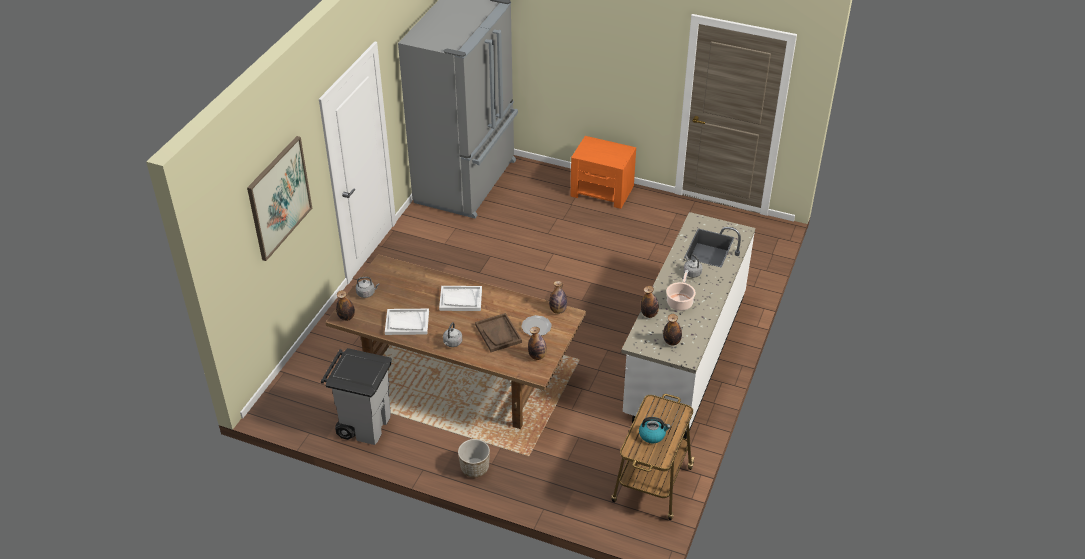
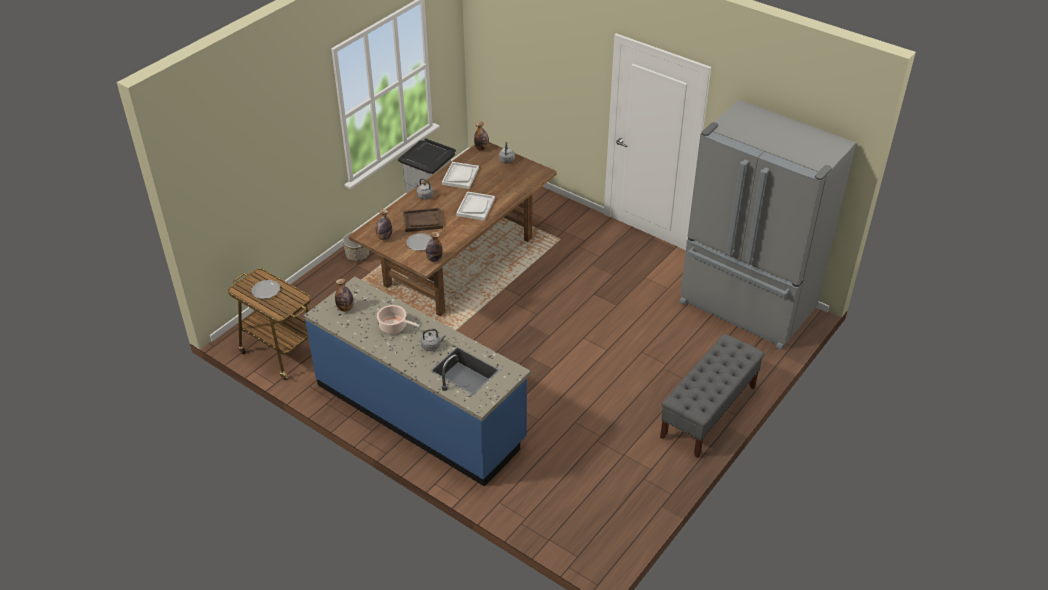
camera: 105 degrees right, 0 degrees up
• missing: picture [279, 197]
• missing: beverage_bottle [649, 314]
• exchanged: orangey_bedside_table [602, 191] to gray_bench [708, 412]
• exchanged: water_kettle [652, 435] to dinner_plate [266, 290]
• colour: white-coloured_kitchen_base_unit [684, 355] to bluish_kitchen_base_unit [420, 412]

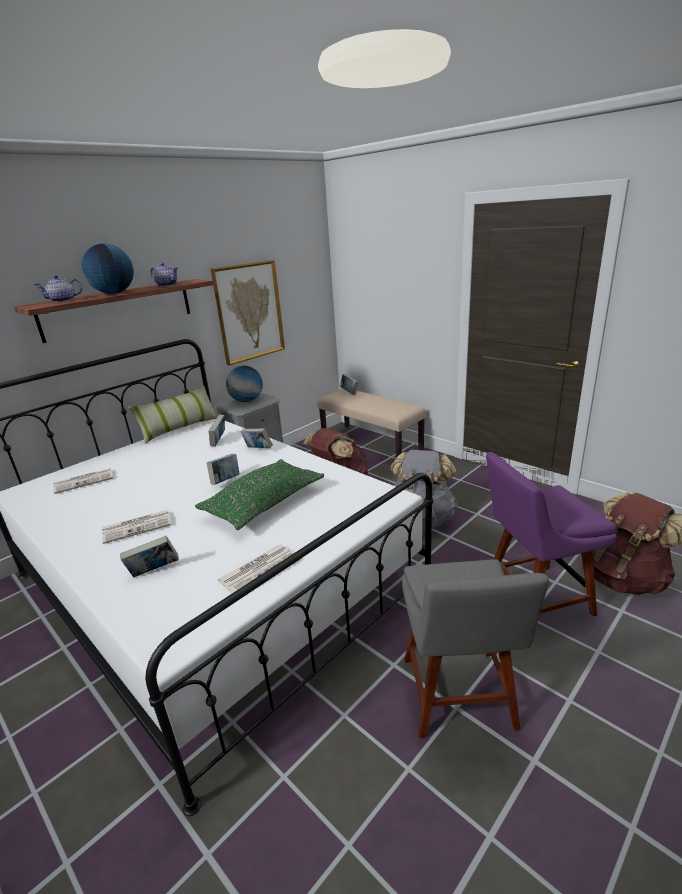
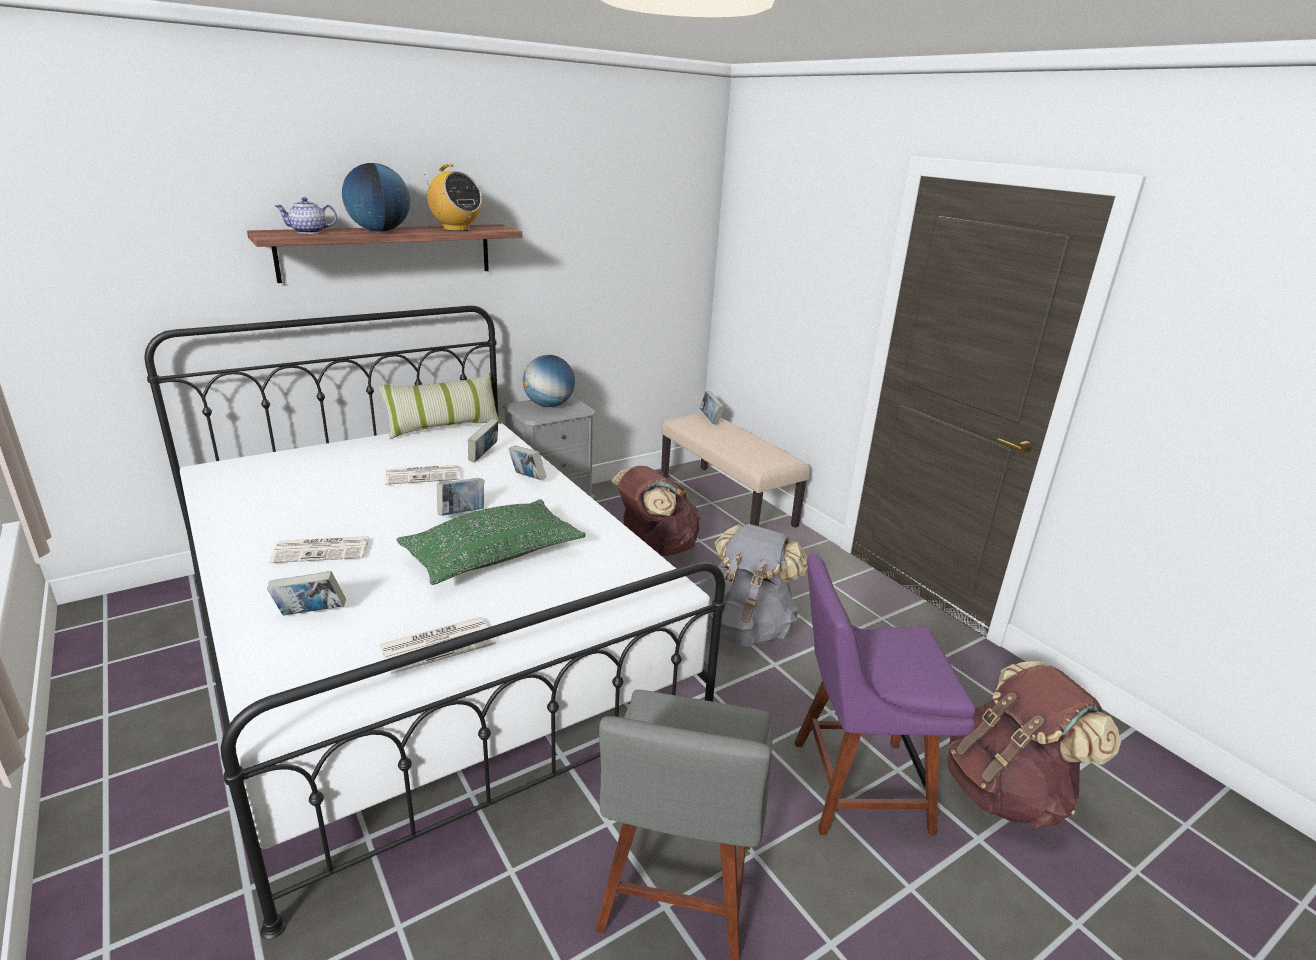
camera: 10 degrees right, 0 degrees up
• missing: picture [249, 312]
• relocated: newspaper [85, 481] to [424, 475]
• exchanged: tea_pot [167, 285] to radio [456, 229]

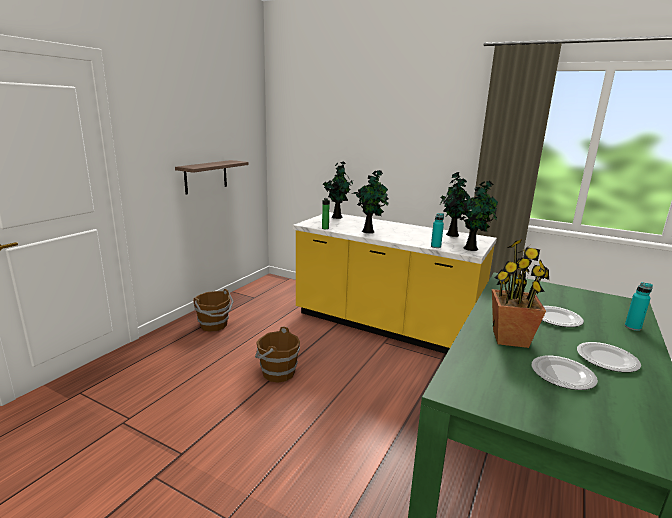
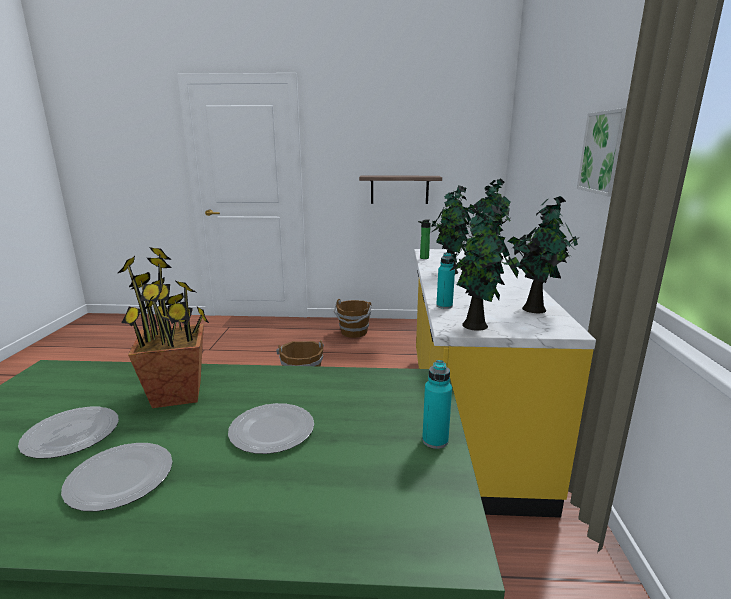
camera: 65 degrees right, 0 degrees up
• appeared: picture [607, 152]
• relocated: turquoise-coloured_beverage_bottle [632, 327] to [435, 440]

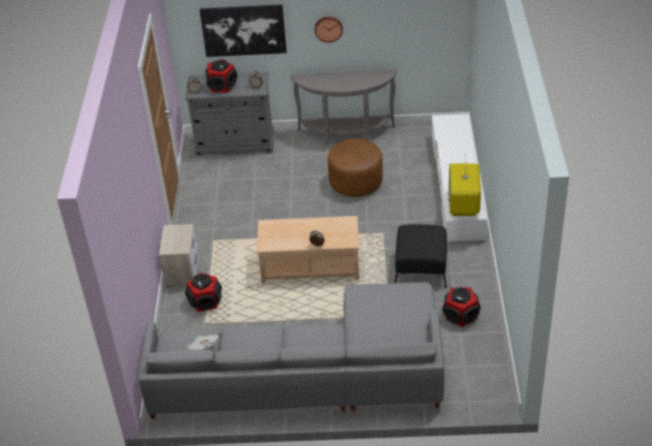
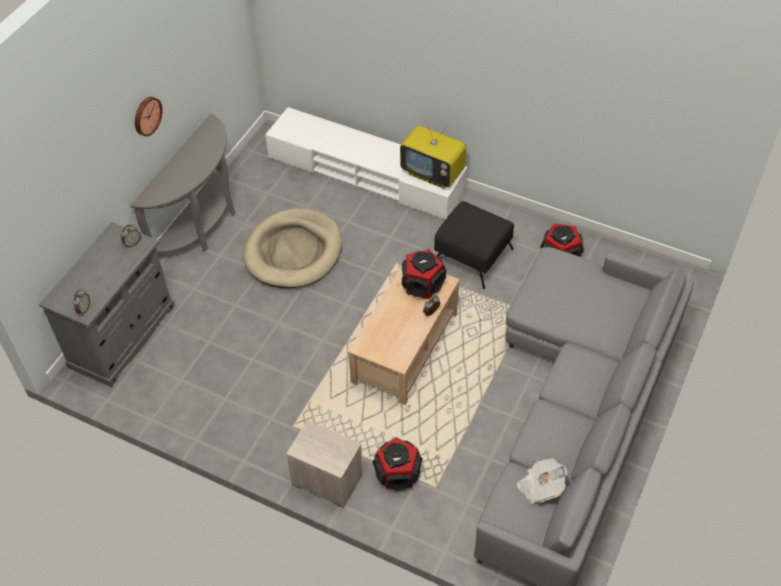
camera: 65 degrees left, 10 degrees up
• missing: picture [243, 30]
• relocated: audio_speaker [221, 86] to [421, 284]
• exchanged: brown-coloured_ottoman [356, 182] to sand-coloured_dog_cushion [294, 252]

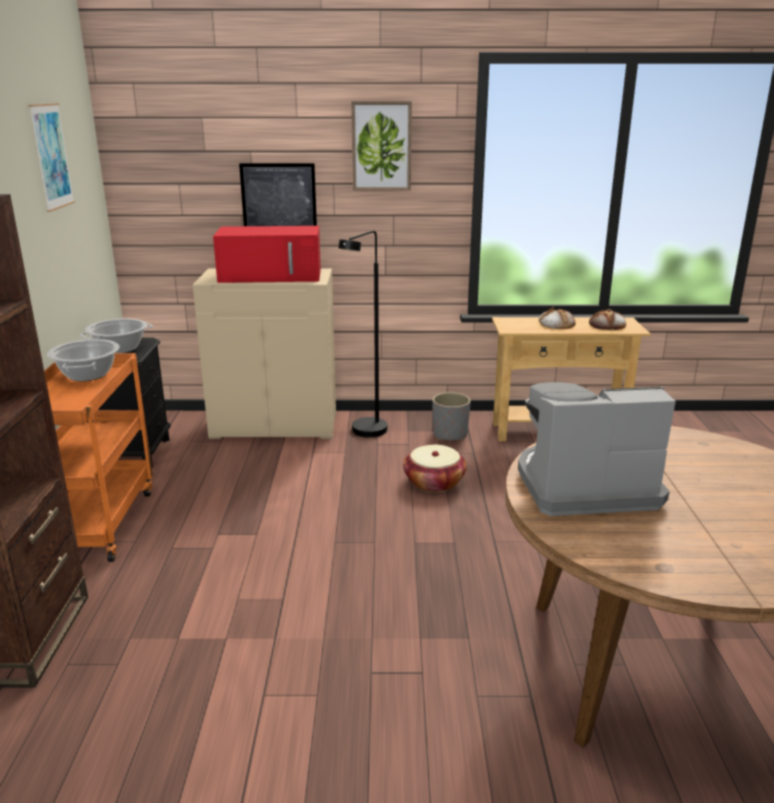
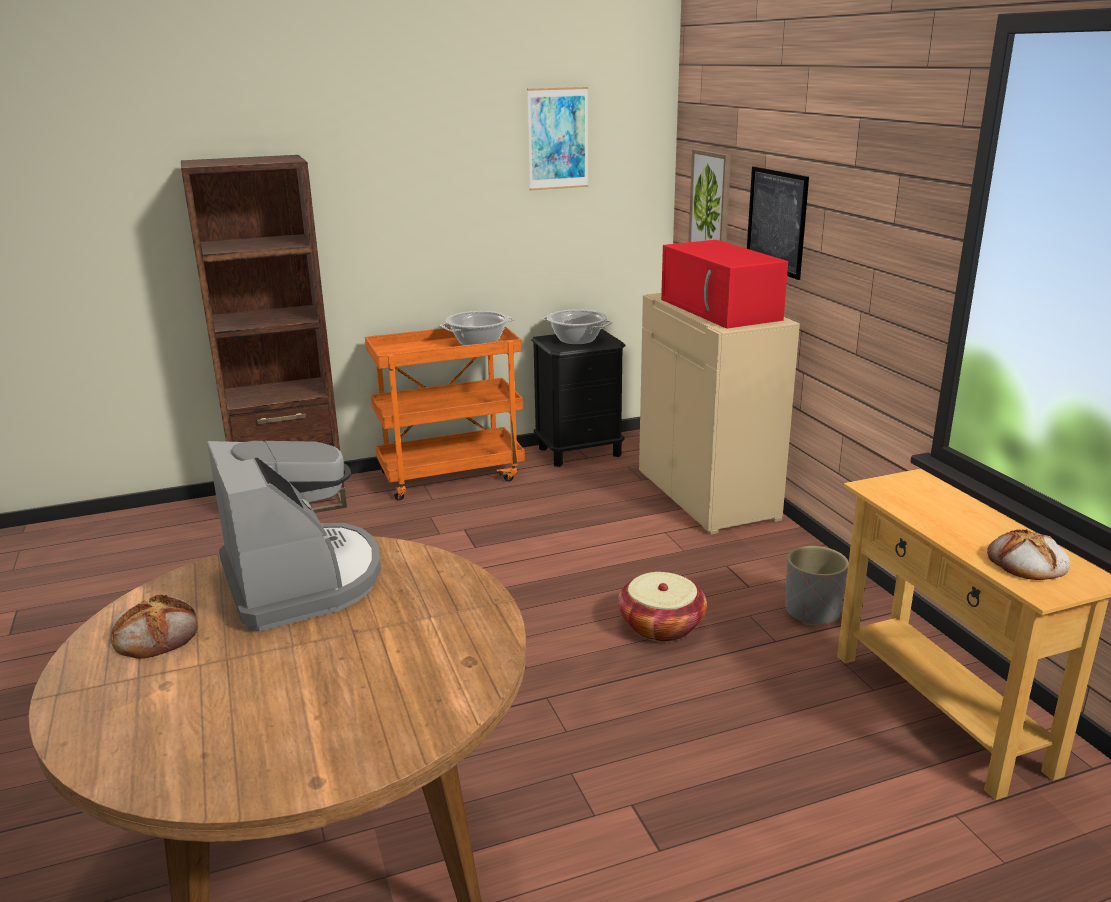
camera: 70 degrees right, 0 degrees up
• missing: black_floor_lamp [366, 434]
• relocated: picture [381, 146] to [711, 202]
• relocated: bread [556, 323] to [156, 633]

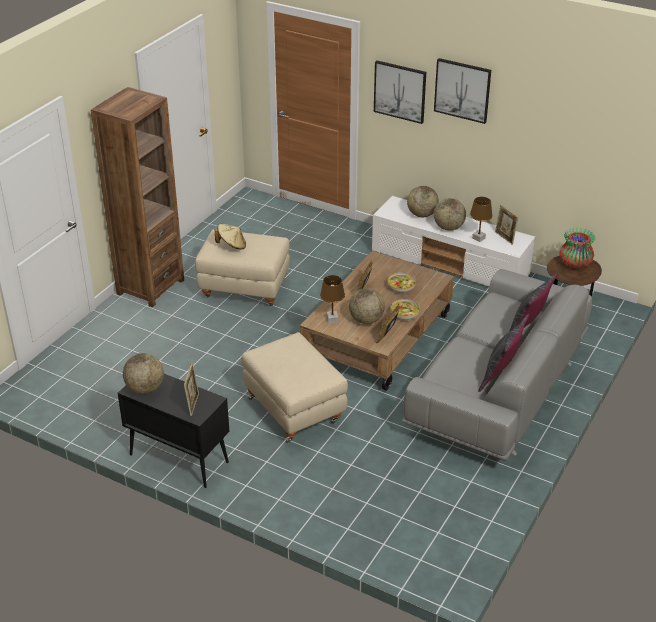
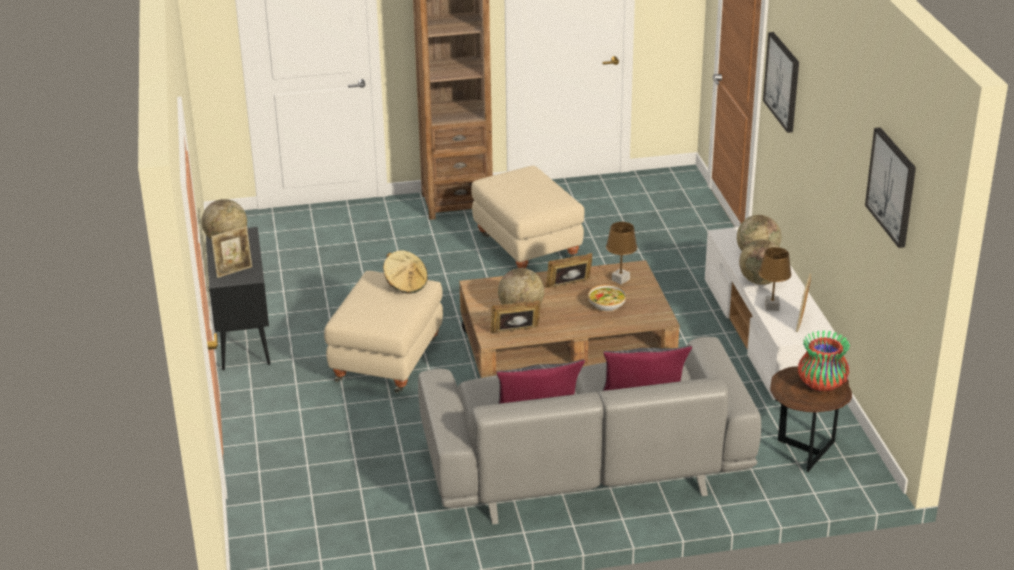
camera: 50 degrees right, 5 degrees down
• missing: deep_dish [404, 314]
• relocated: sand-coloured_clothing_hat [232, 245] to [406, 284]
• relocated: brown-coloured_lamp_for_a_table [332, 319] to [620, 279]
• relocated: picture [462, 90] to [892, 186]

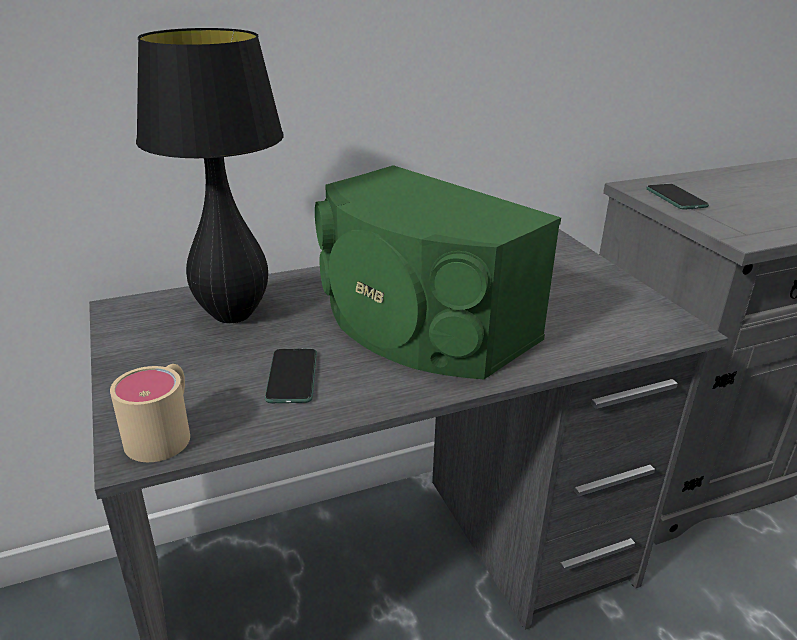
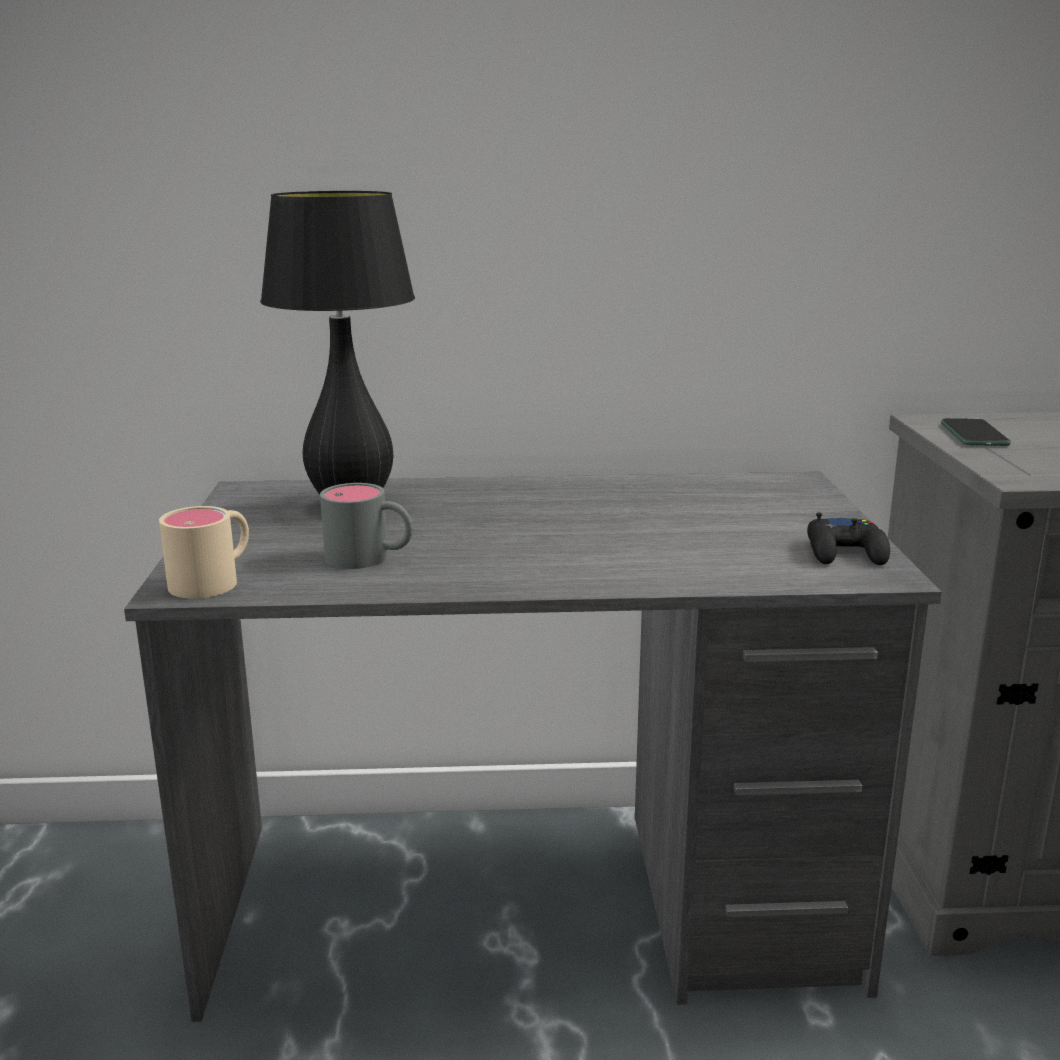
camera: 20 degrees right, 10 degrees down
• missing: green-coloured_audio_speaker [420, 325]
• appeared: black_joypad [846, 552]
• exchanged: phone [292, 377] to gray_tea_mug [370, 558]

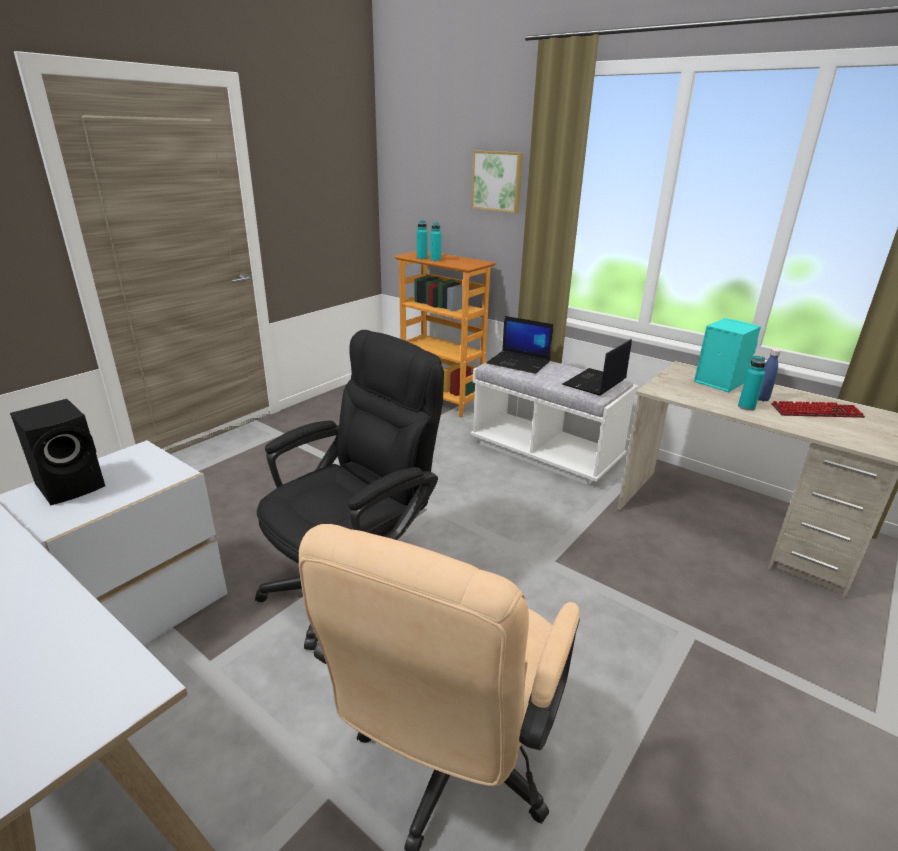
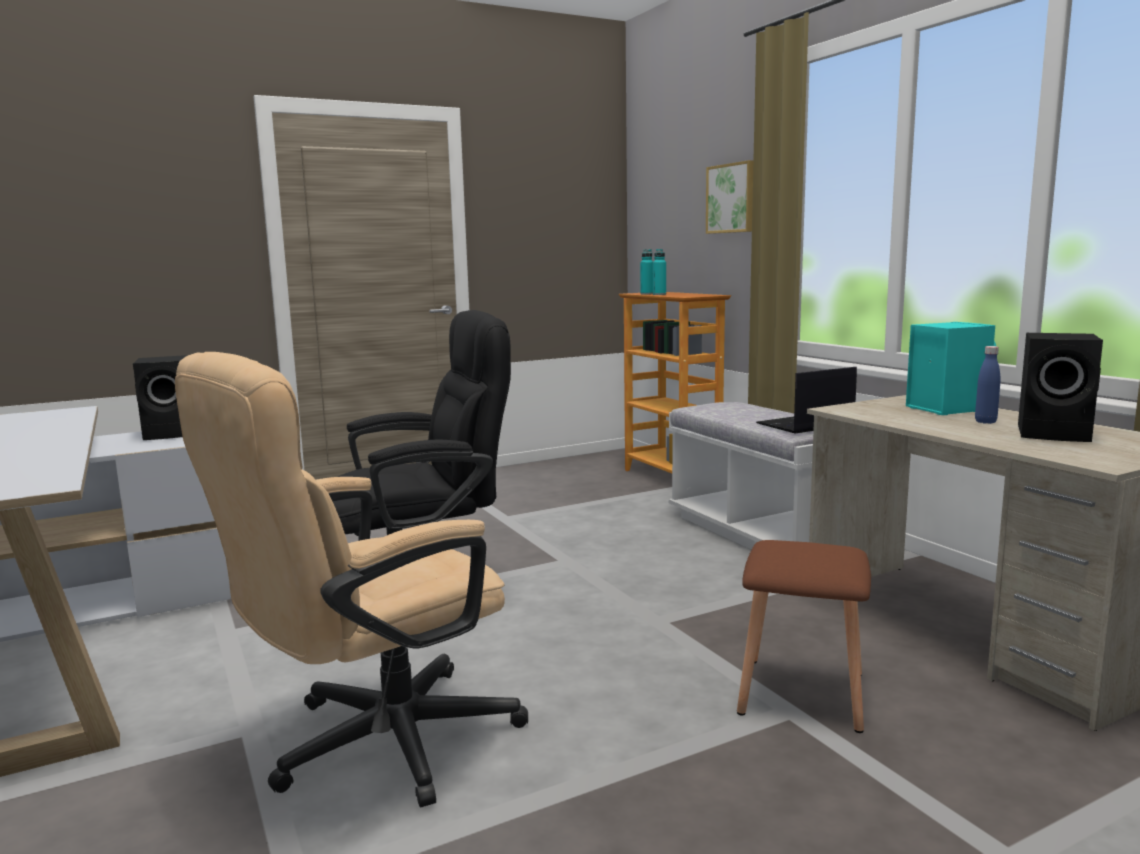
camera: 25 degrees right, 15 degrees down
• missing: notebook_computer [519, 363]
• missing: turquoise-coloured_beverage_bottle [746, 407]
• appeared: brown-coloured_stool [800, 692]
• exchanged: keyboard [816, 412] to black_audio_speaker [1056, 434]

